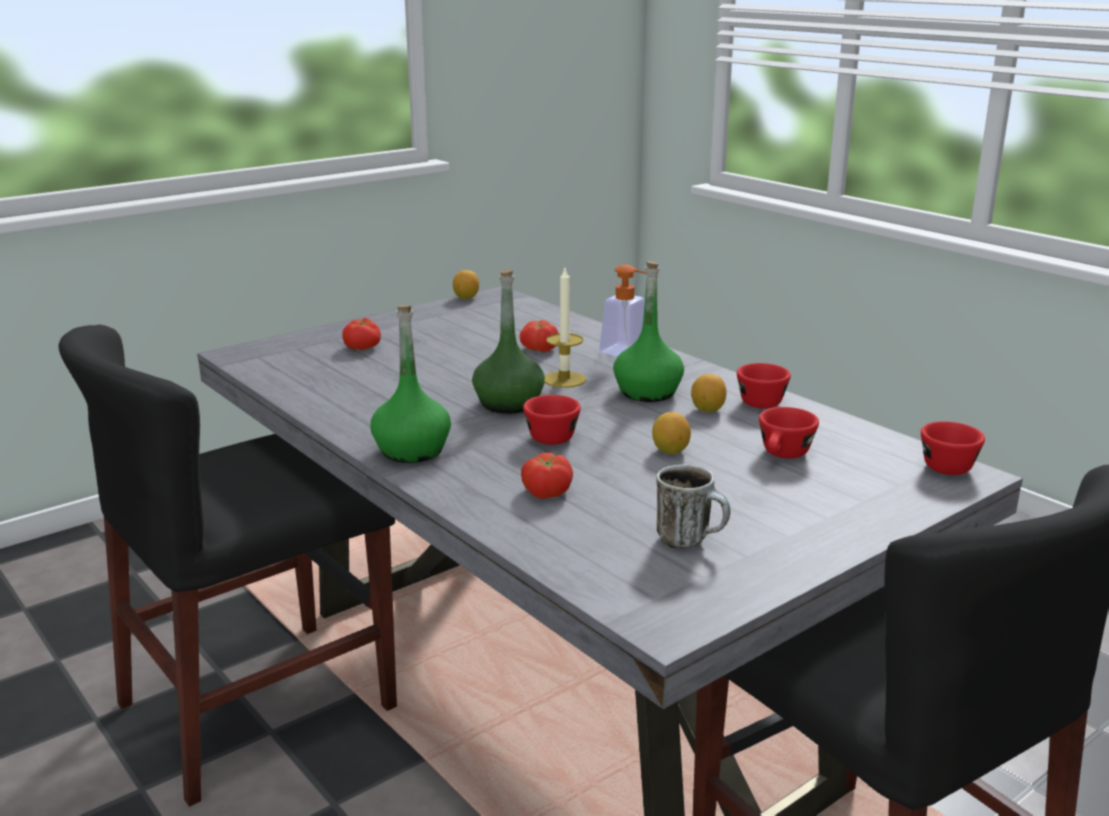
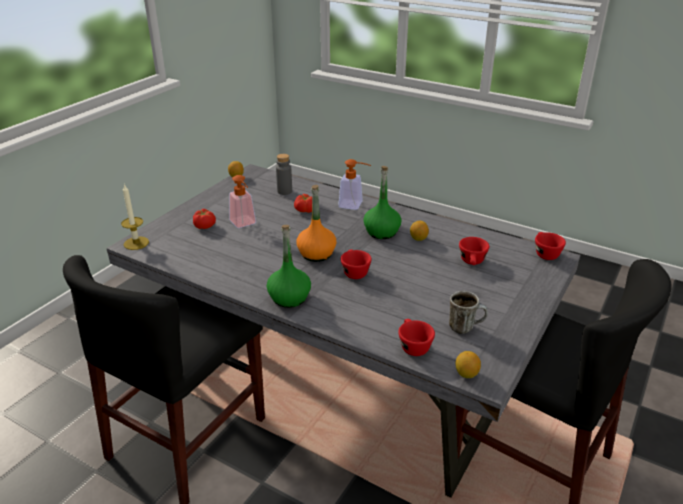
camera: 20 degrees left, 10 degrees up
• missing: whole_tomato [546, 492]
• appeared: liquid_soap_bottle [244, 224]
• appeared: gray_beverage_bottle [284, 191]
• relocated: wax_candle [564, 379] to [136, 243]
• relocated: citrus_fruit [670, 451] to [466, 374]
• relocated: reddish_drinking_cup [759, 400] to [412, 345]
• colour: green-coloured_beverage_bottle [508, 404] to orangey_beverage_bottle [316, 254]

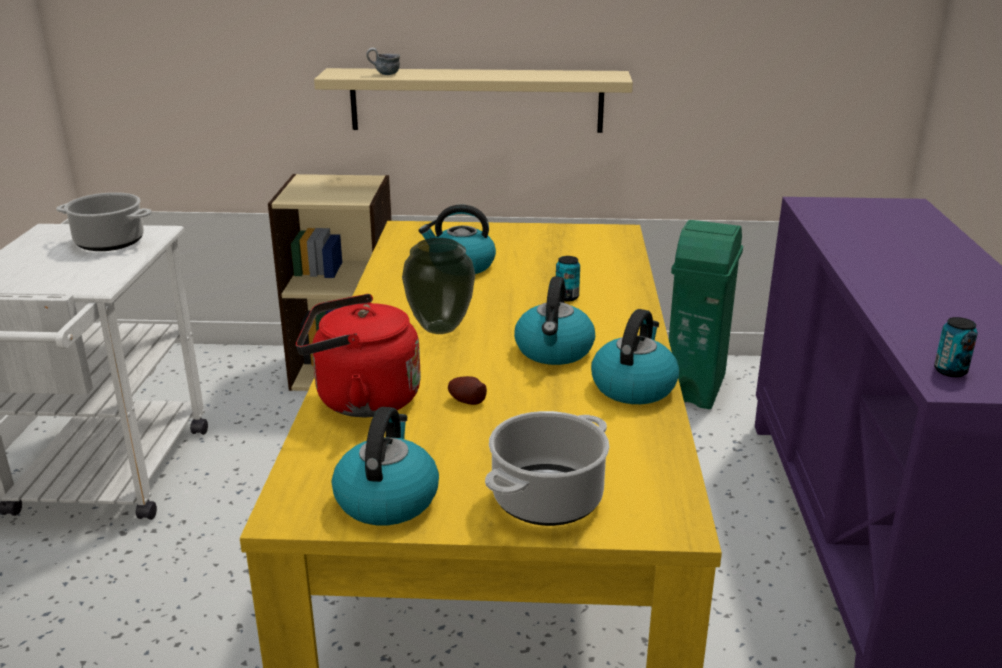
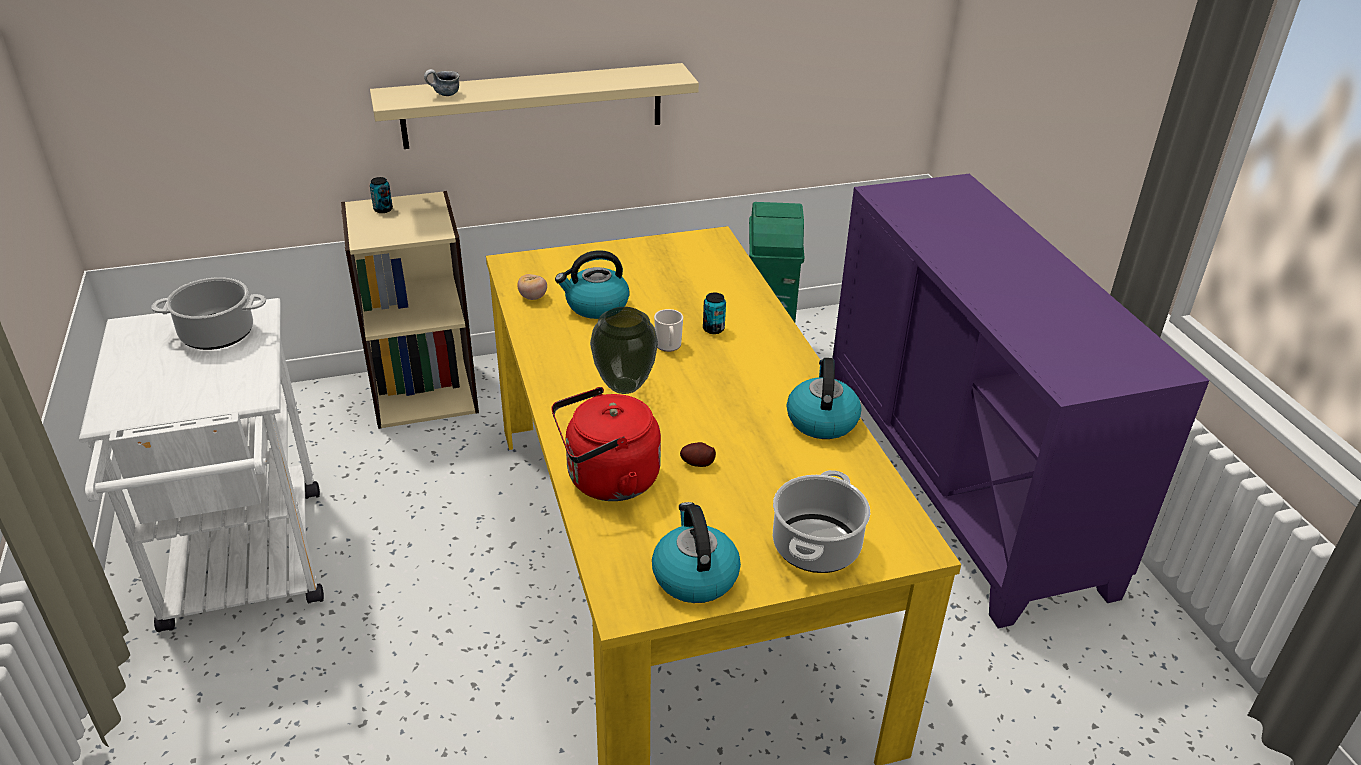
camera: 20 degrees left, 10 degrees up
• missing: water_kettle [554, 351]
• appeared: whole_tomato [533, 297]
• appeared: tea_mug [668, 346]
• relocated: sealed_can [950, 371] to [383, 209]

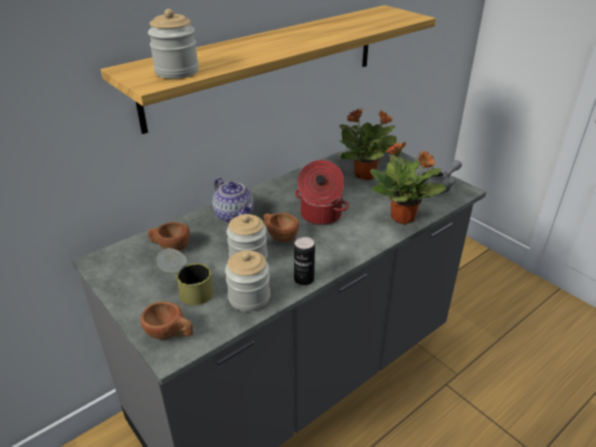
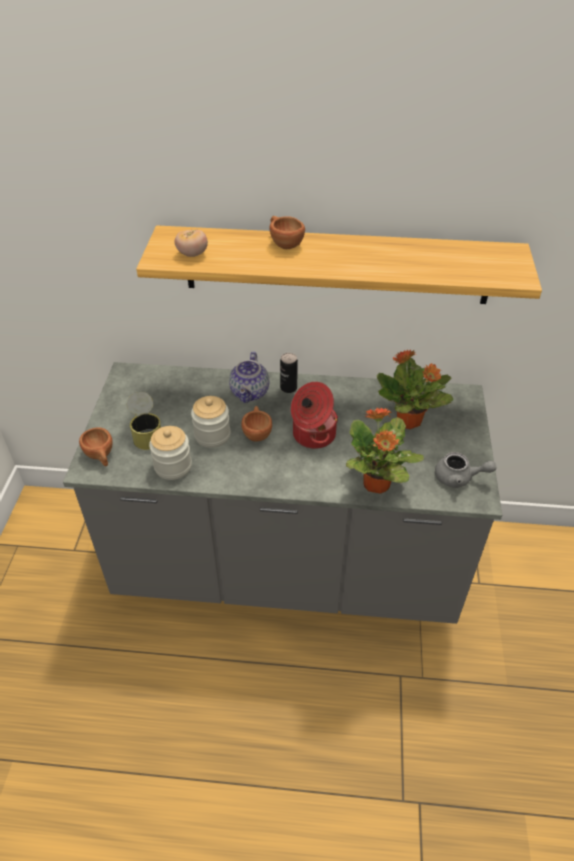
camera: 45 degrees right, 10 degrees up
• relocated: brown-coloured_drinking_cup [170, 247] to [284, 243]
• relocated: sealed_can [304, 279] to [288, 388]
• exchanged: jar [177, 71] to whole_tomato [192, 254]

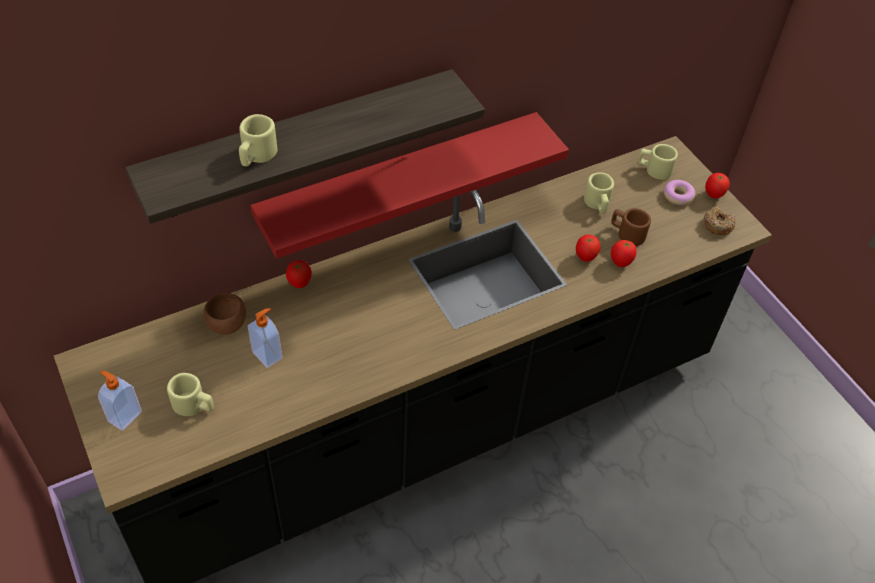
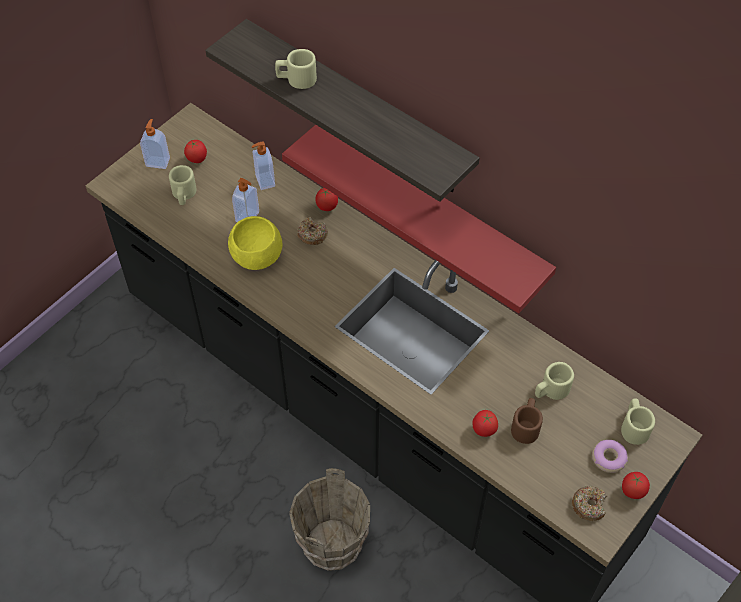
camera: 70 degrees right, 5 degrees up
• appeared: yellow-coloured_deep_dish [256, 257]
• appeared: brown-coloured_pail [333, 545]
• appeared: ring_doughnut [312, 234]
• relocated: whole_tomato [585, 257] to [197, 159]
• exchanged: brown-coloured_deep_dish [227, 324] to liquid_soap_bottle [264, 181]

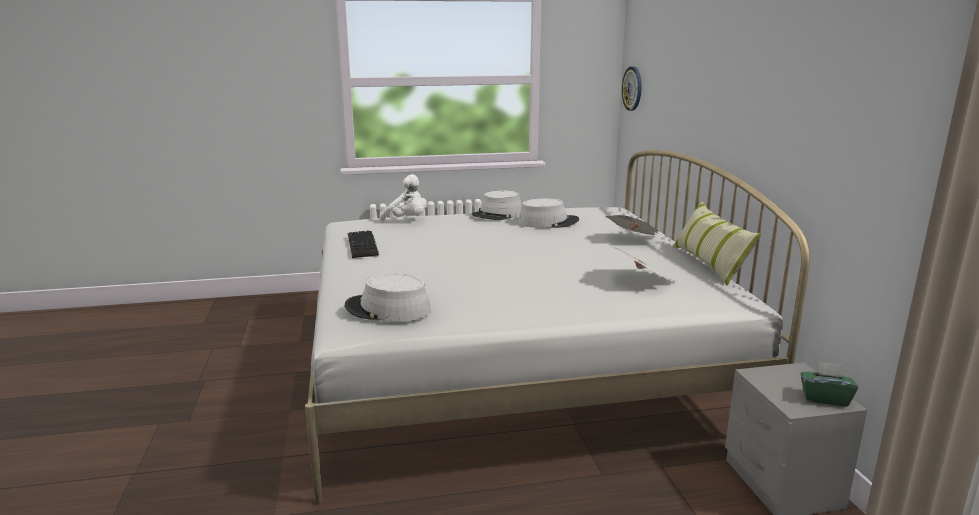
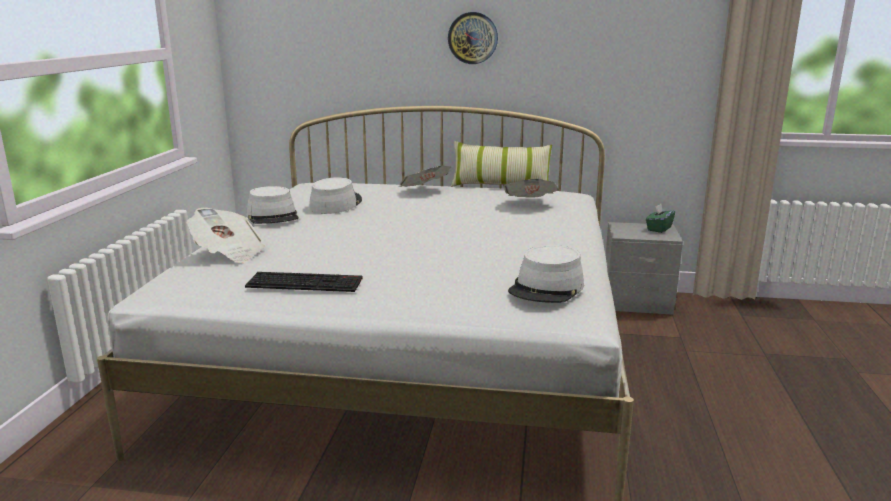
camera: 70 degrees left, 0 degrees up
• relocated: hanging_clock [632, 88] to [473, 38]
• exchanged: white-coloured_plush_toy [407, 220] to newspaper [228, 253]

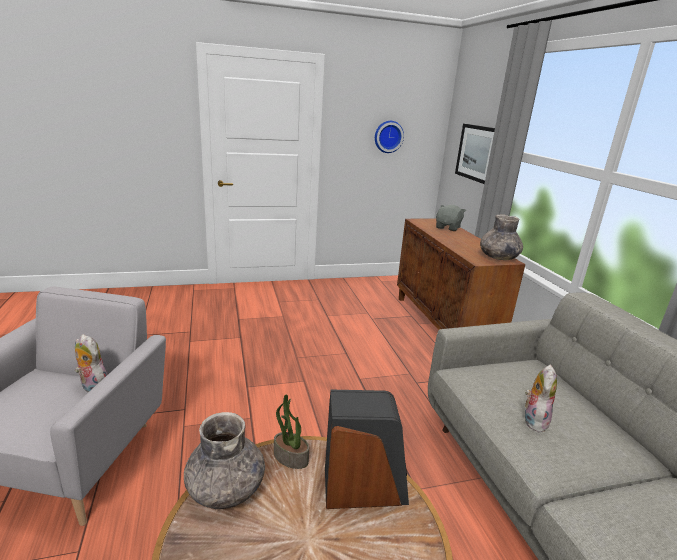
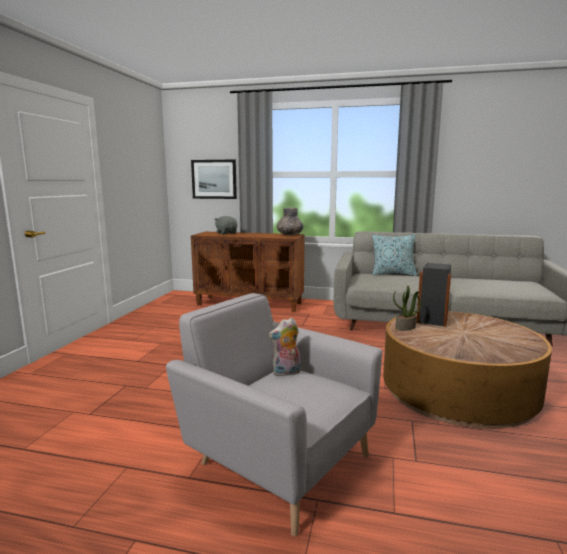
camera: 60 degrees left, 10 degrees down
• missing: gray_flower_vase [226, 488]
• missing: hanging_clock [388, 136]
• missing: plush_toy [533, 420]
• appeared: throw_pillow [393, 274]

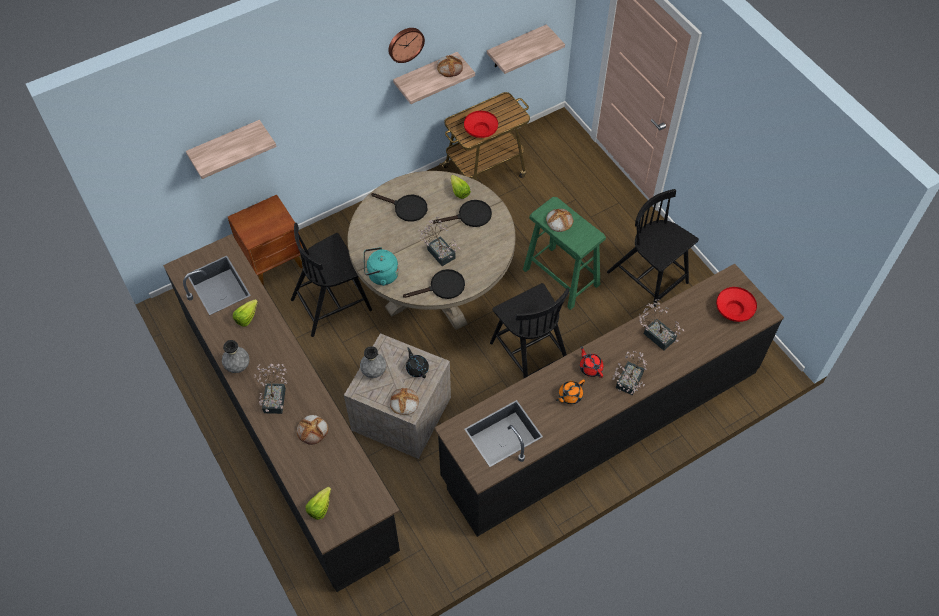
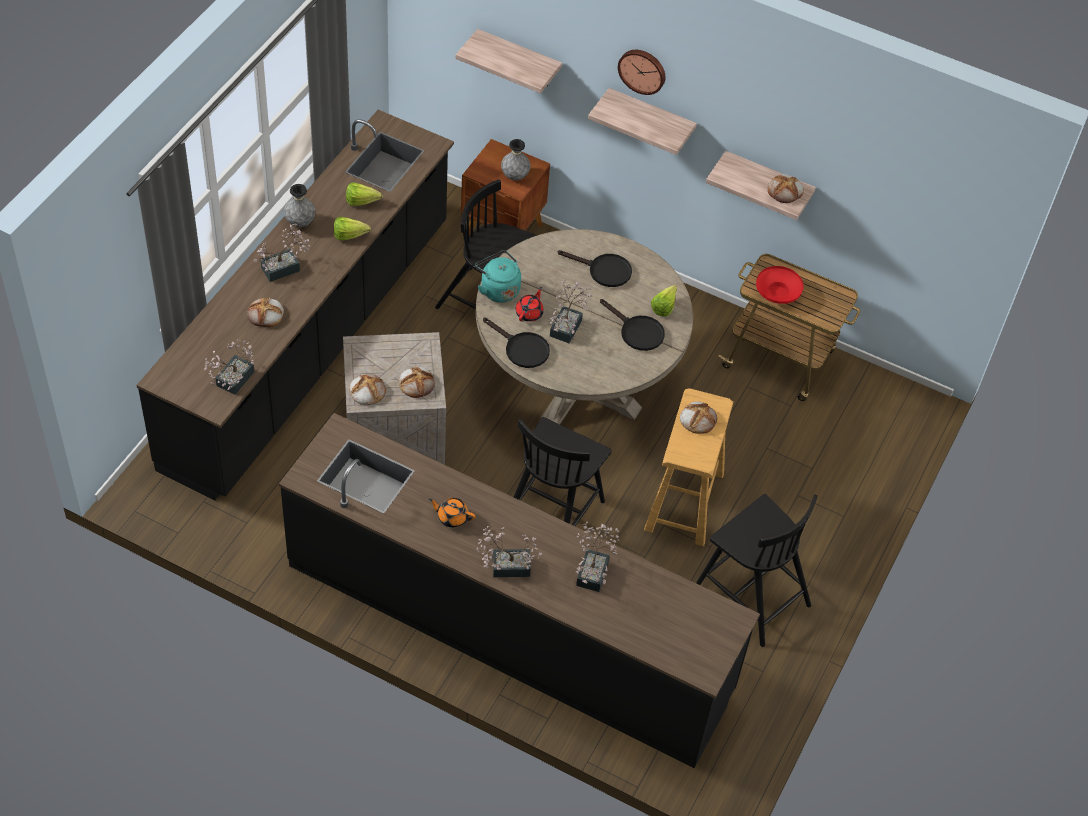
camera: 55 degrees right, 5 degrees down
• missing: reddish_deep_dish [734, 310]
• appeared: plant_in_a_pot [232, 381]
• relocated: lettuce_head [322, 505] to [352, 236]
• relocated: gray_flower_vase [373, 372] to [515, 176]
• relocated: hanging_clock [405, 44] to [642, 70]
• relocated: shelf [516, 47] to [650, 119]
• relocated: reddish_tea_pot [590, 367] to [529, 313]
• exchanged: black_tea_pot [417, 368] to bread [417, 383]
• colour: green-coloured_stool [561, 277] to sand-coloured_stool [684, 502]
• spun: black_frying_pan [406, 208] = [604, 271] 60 degrees counterclockwise
• spun: black_upright_chair [648, 279] = [750, 594] 120 degrees clockwise

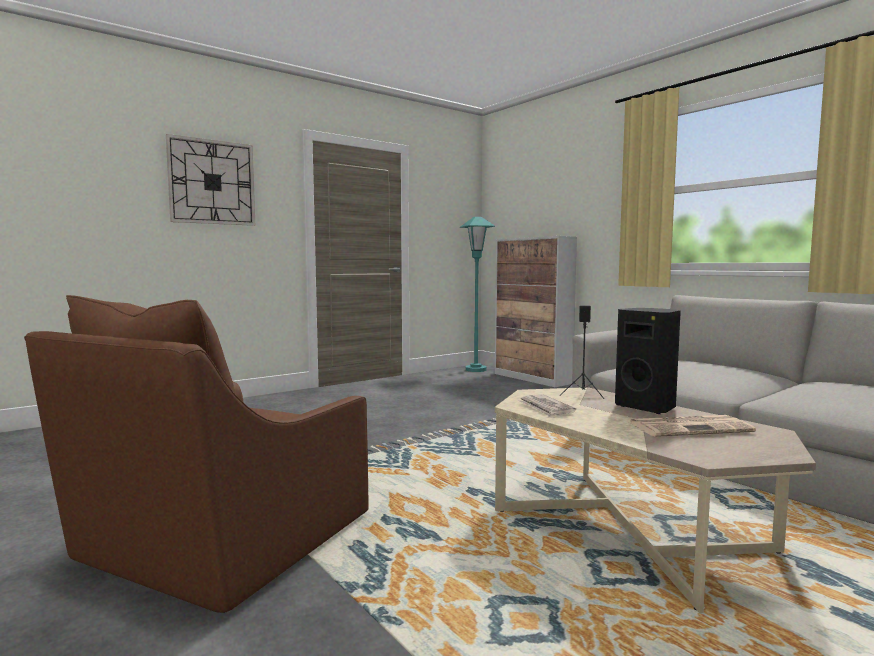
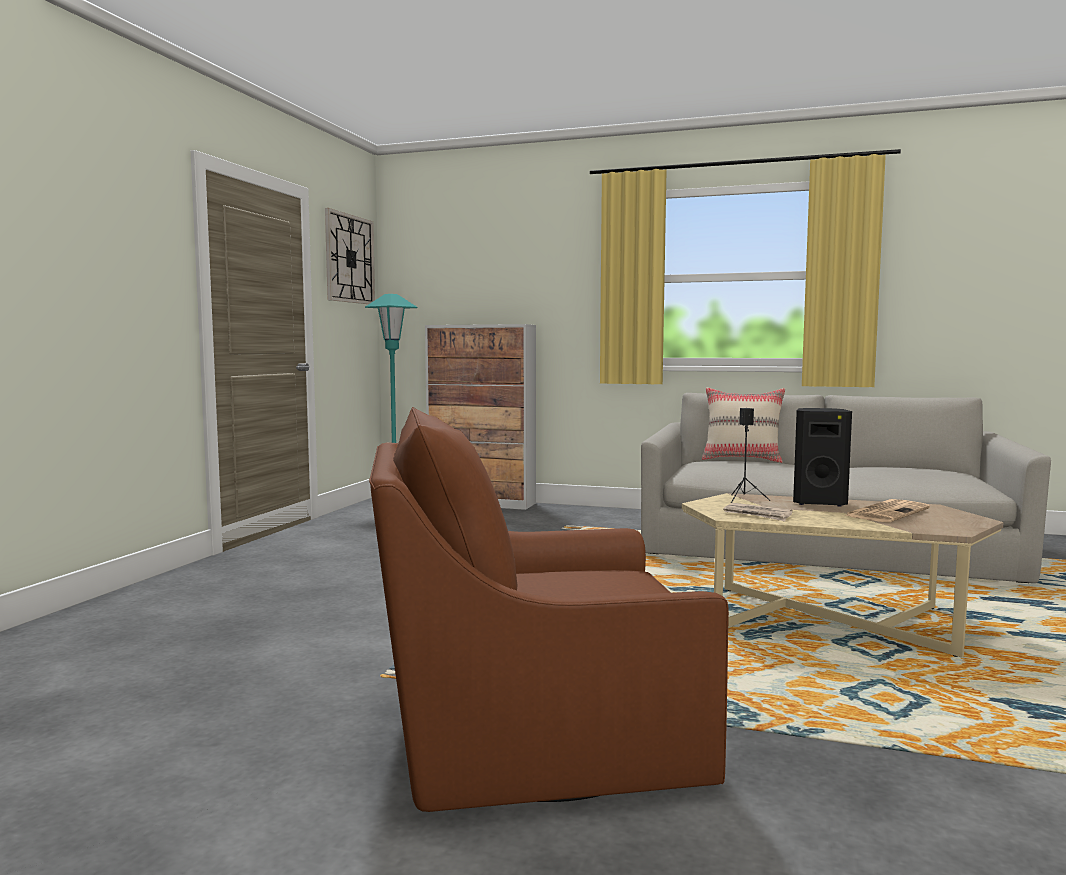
camera: 35 degrees left, 0 degrees up
• appeared: sand-coloured_throw_pillow [742, 459]
• relocated: hanging_clock [212, 182] to [349, 259]
• spun: brown-coloured_easy_chair [220, 543] = [531, 735] 90 degrees clockwise

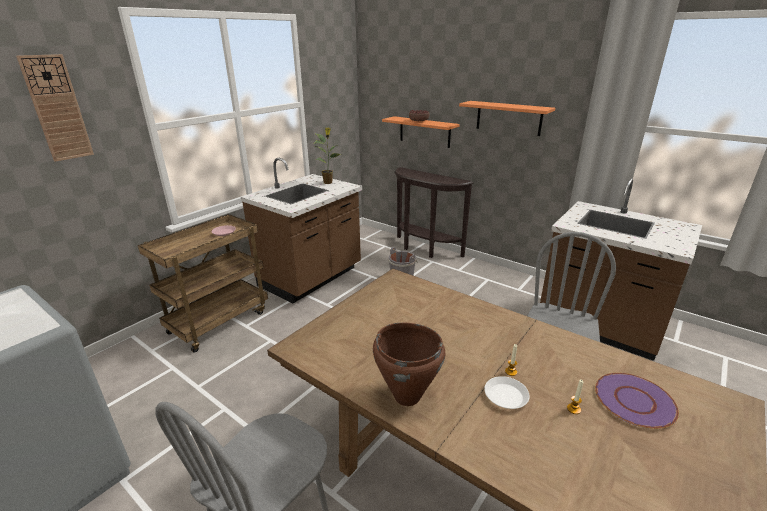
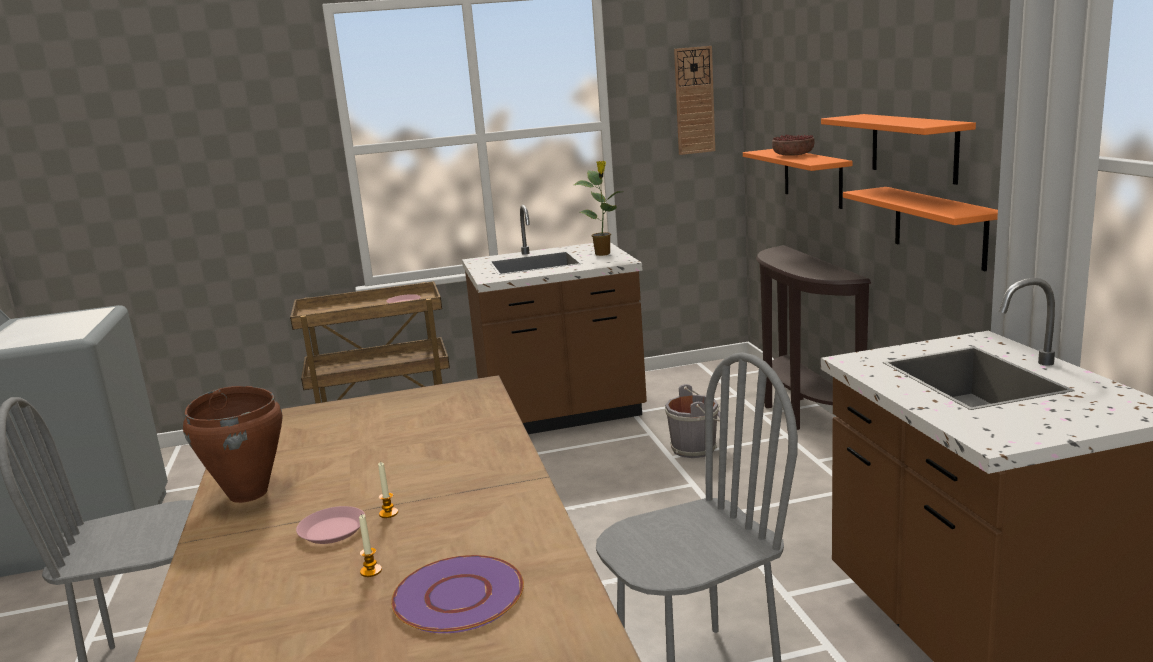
camera: 40 degrees right, 10 degrees down
• appeared: orangey_shelf [939, 227]
• relocated: hanging_clock [57, 108] to [694, 100]
• colour: white-coloured_dinner_plate [506, 396] to pink_dinner_plate [333, 531]

